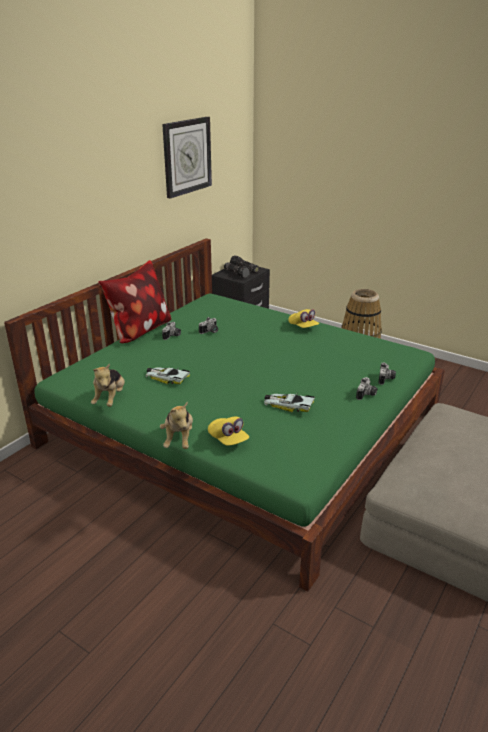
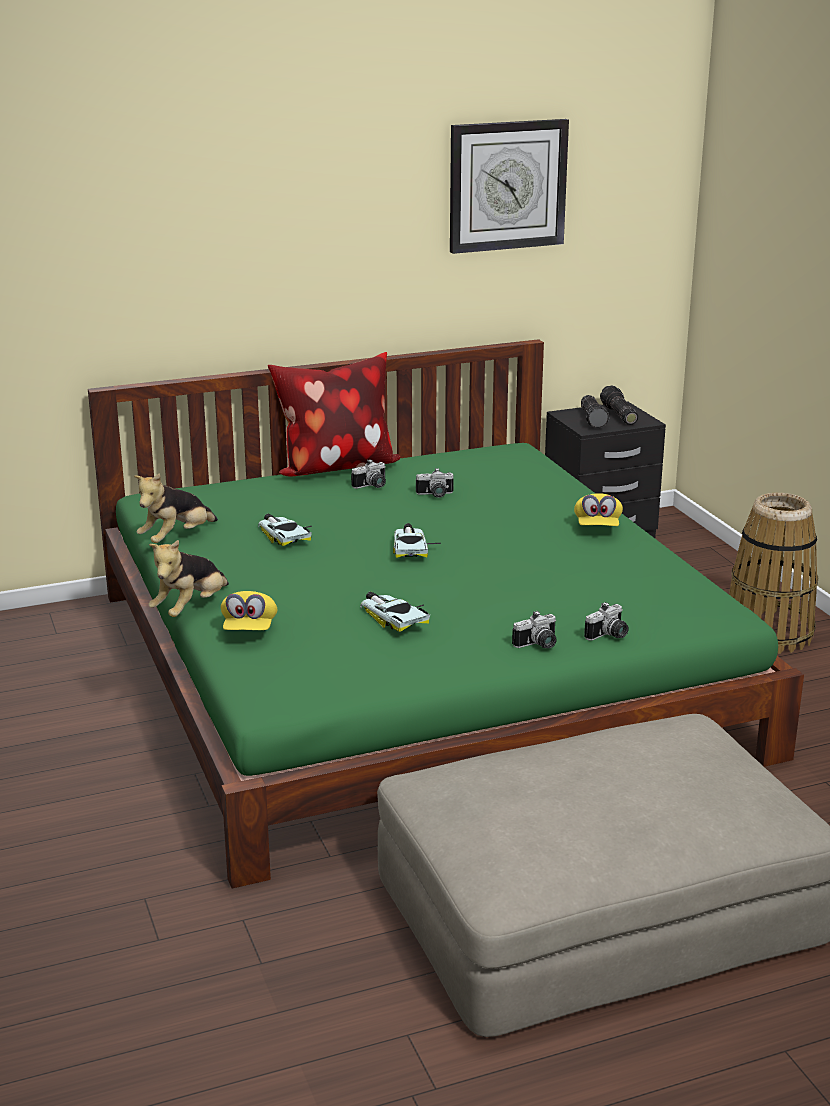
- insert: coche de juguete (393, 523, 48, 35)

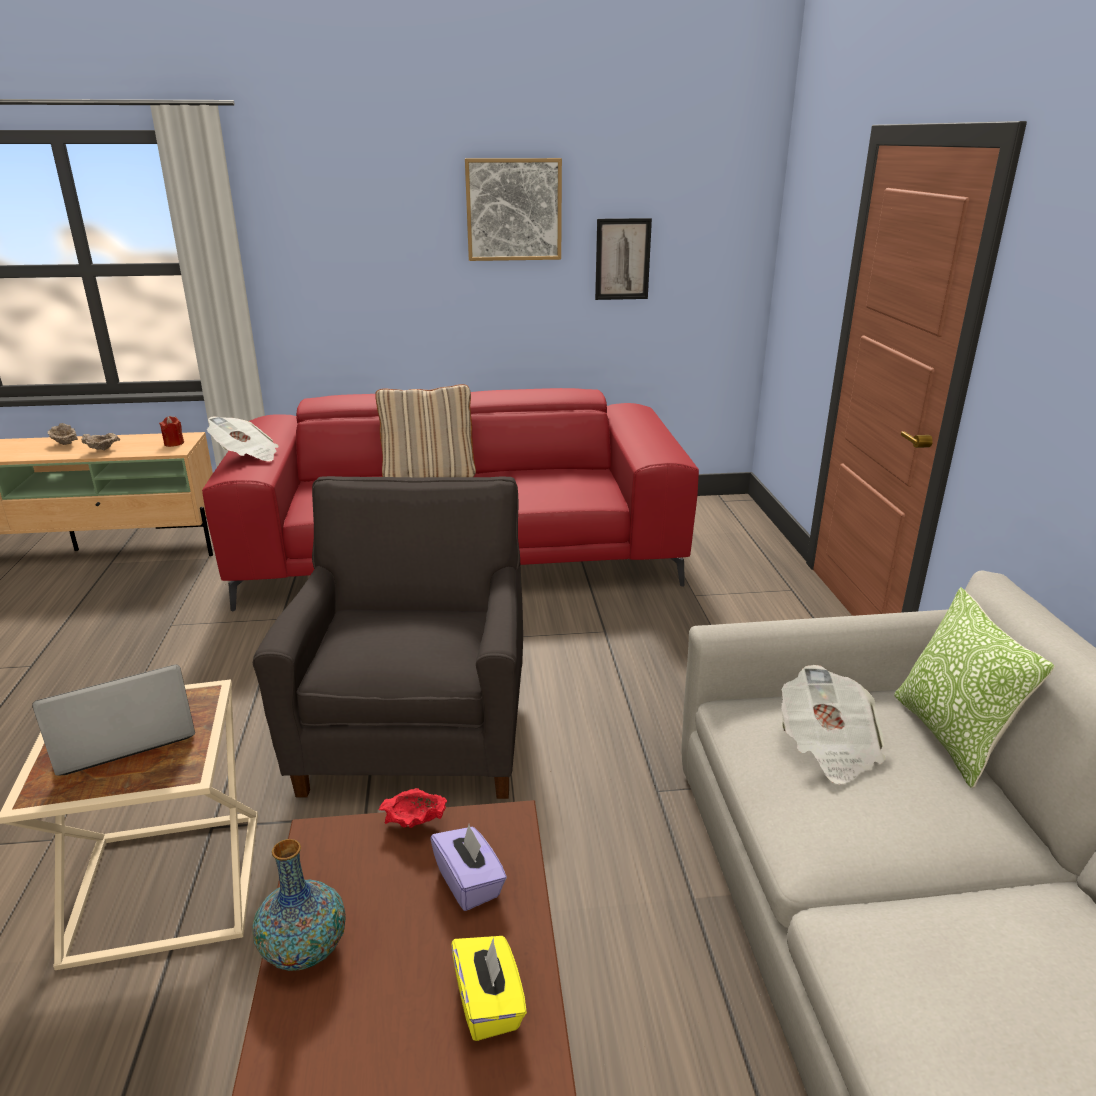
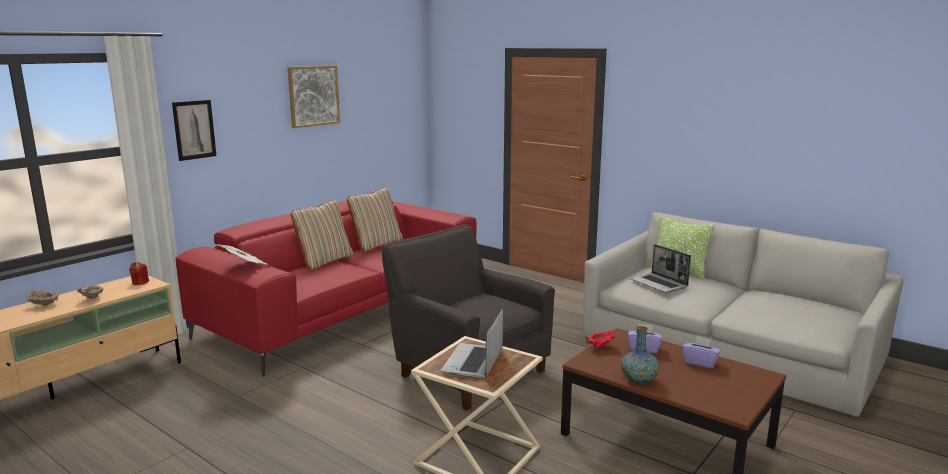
- recolor: caja de pañuelos/amarillo (451, 936, 76, 105) to caja de pañuelos/morado (682, 336, 39, 32)
- move: cuadro (595, 218, 57, 82) to (172, 100, 44, 61)
- replace: periódico (781, 665, 105, 120) to portátil (630, 244, 61, 49)
- insert: cojín/beis (347, 188, 56, 64)

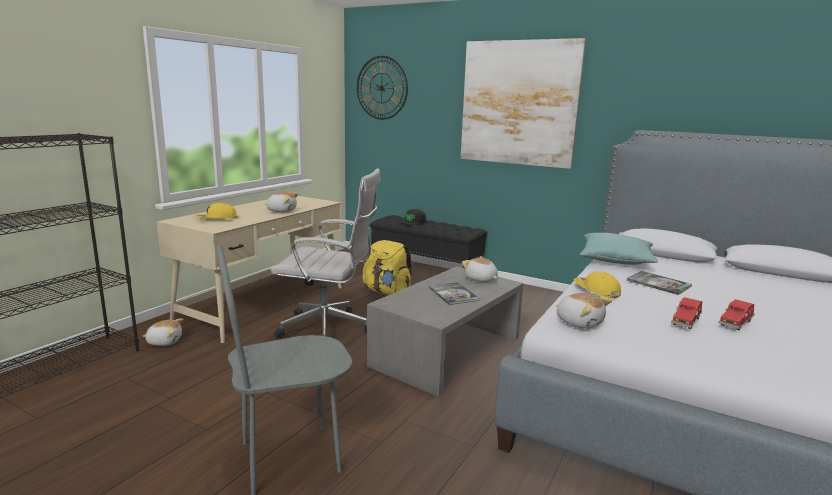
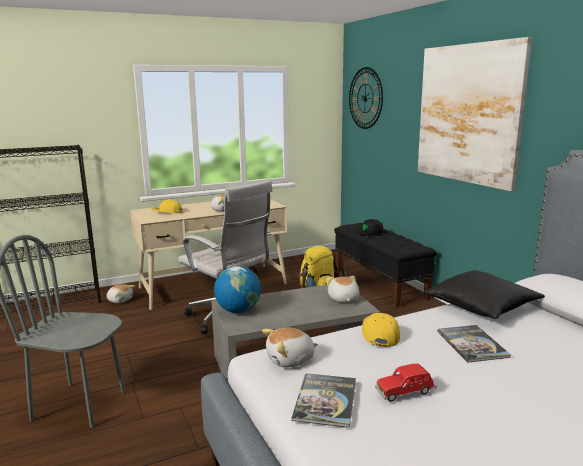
- move: libro (429, 282, 51, 23) to (292, 373, 64, 55)
- rotate: peluche (556, 293, 56, 35) = (262, 328, 56, 40) 75 degrees clockwise
- recolor: cojín/turquesa (580, 233, 78, 32) to cojín/negro (424, 270, 121, 49)
- delete: coche de juguete/rojo (718, 299, 36, 31)
- insert: globo terráqueo (214, 266, 47, 47)

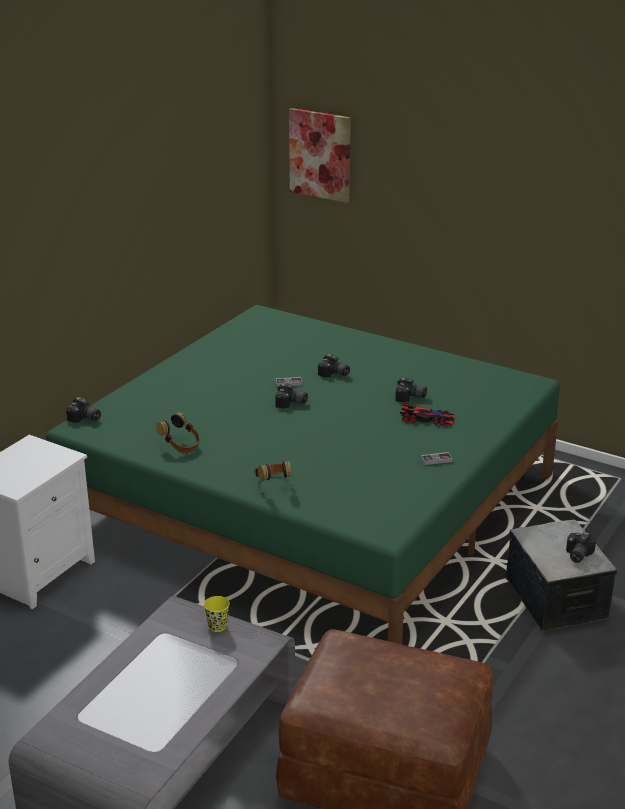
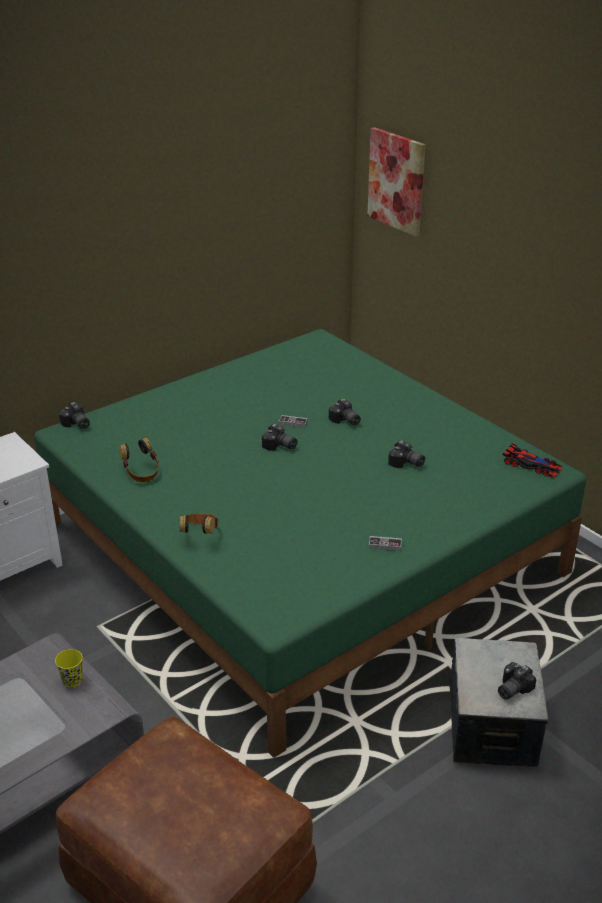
- move: coche de juguete (400, 403, 55, 23) to (503, 444, 59, 34)

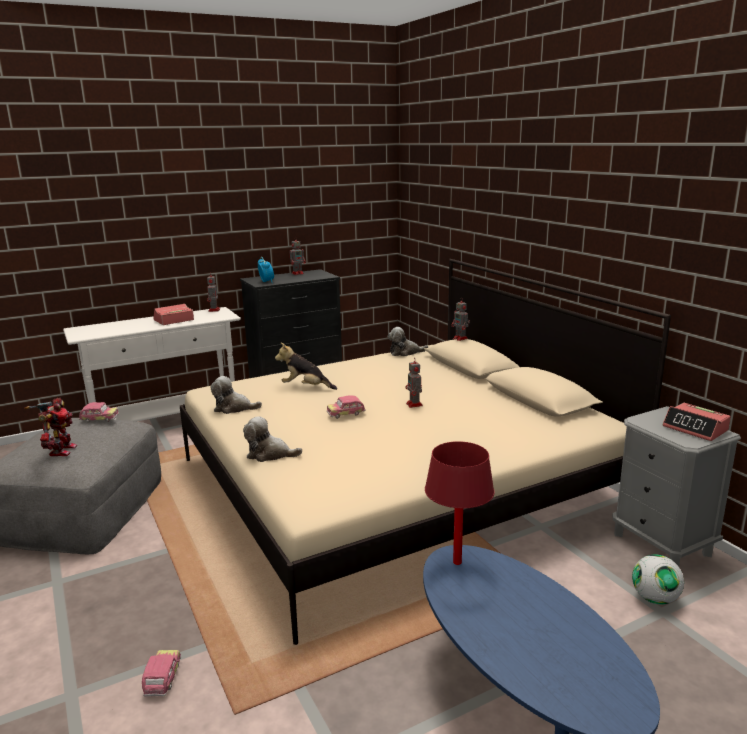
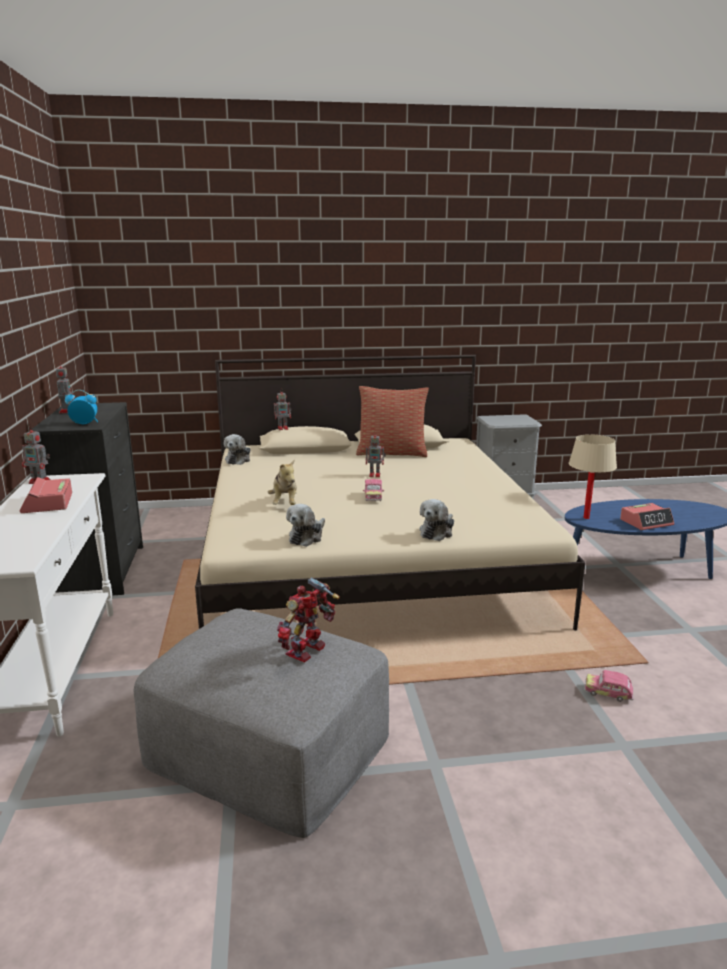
- rotate: robot de juguete (24, 398, 53, 58) = (277, 577, 63, 86) 75 degrees counterclockwise
- delete: coche de juguete (79, 402, 40, 21)
- rotate: peluche (275, 343, 62, 47) = (268, 459, 29, 46) 45 degrees counterclockwise
- recolor: lámpara de mesa/rojo (425, 441, 70, 124) to lámpara de mesa/beis (569, 434, 48, 85)
- delete: balón de fútbol (632, 555, 52, 50)
- move: despertador (663, 403, 68, 38) to (620, 503, 54, 27)
- insert: cojín (356, 386, 73, 71)

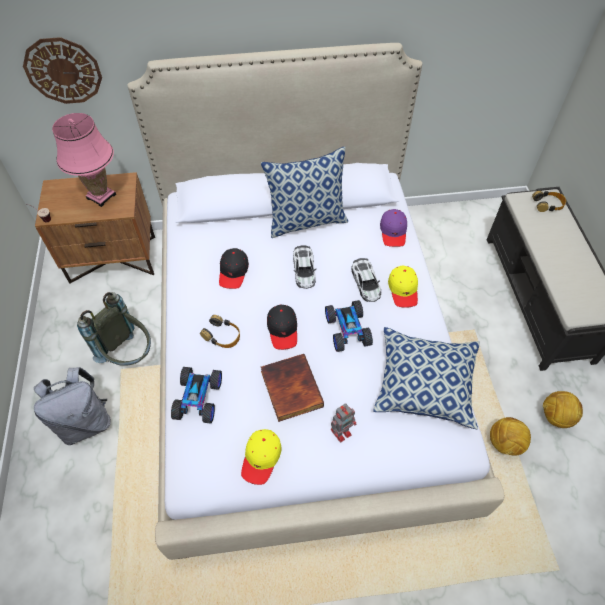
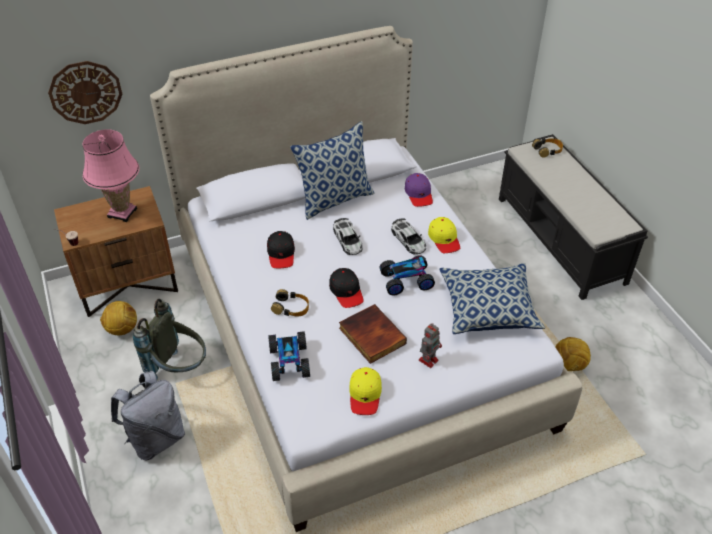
- rotate: coche de juguete (325, 300, 48, 52) = (380, 255, 55, 40) 75 degrees counterclockwise
- move: balón de fútbol (543, 391, 40, 37) to (100, 301, 37, 34)

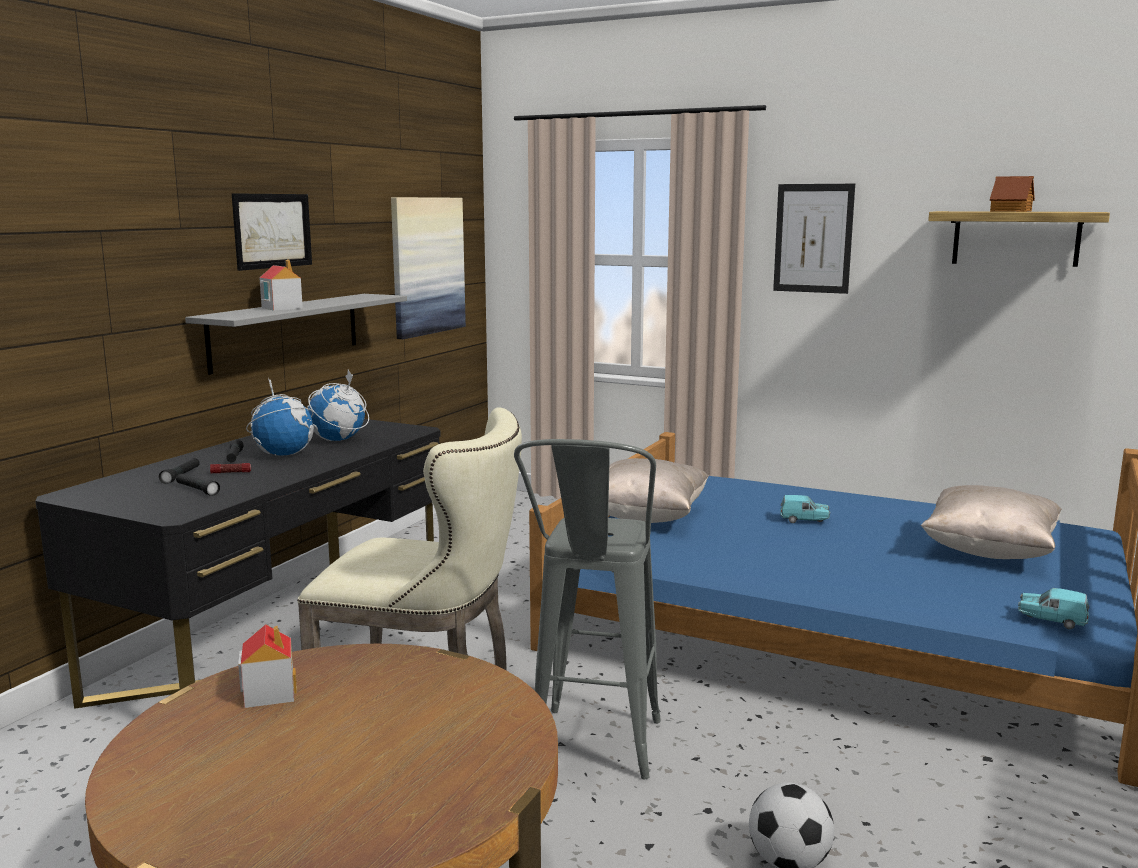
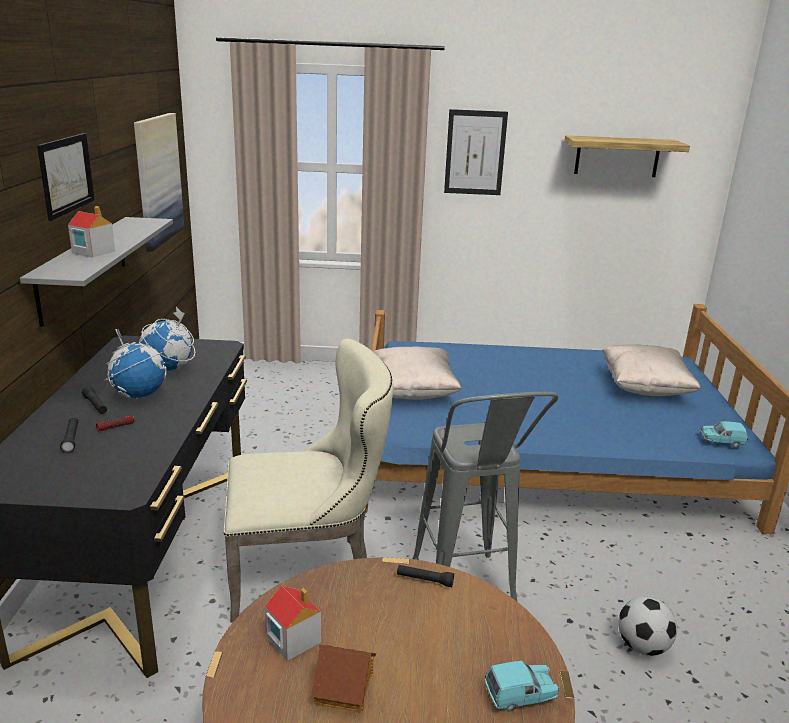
- move: linterna/negro (176, 473, 44, 23) to (397, 565, 57, 22)
- move: coche de juguete/turquesa (780, 495, 50, 28) to (485, 661, 74, 51)
- move: casita (990, 176, 45, 36) to (311, 645, 65, 68)

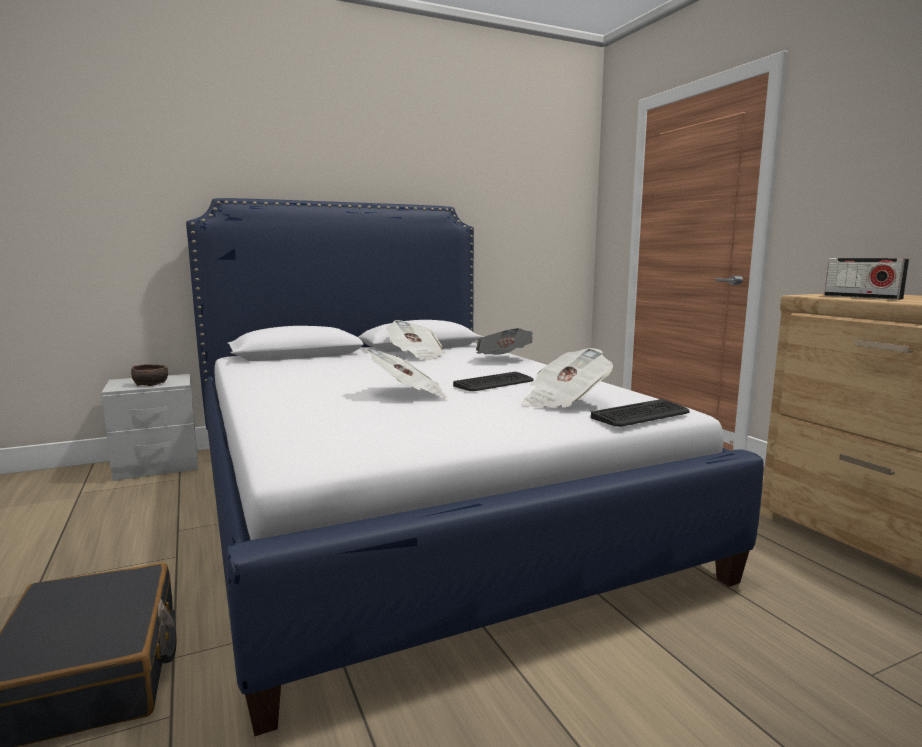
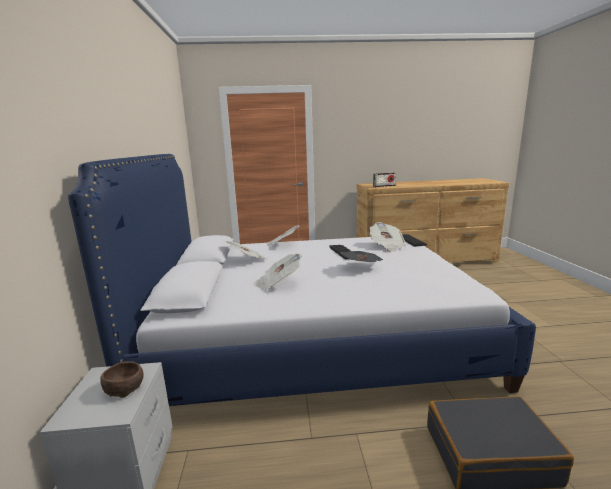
- insert: periódico (253, 254, 49, 36)

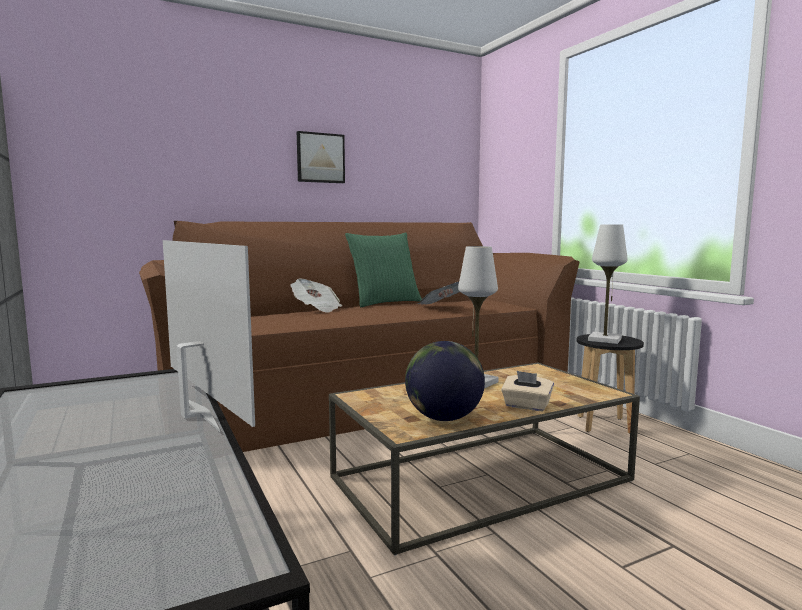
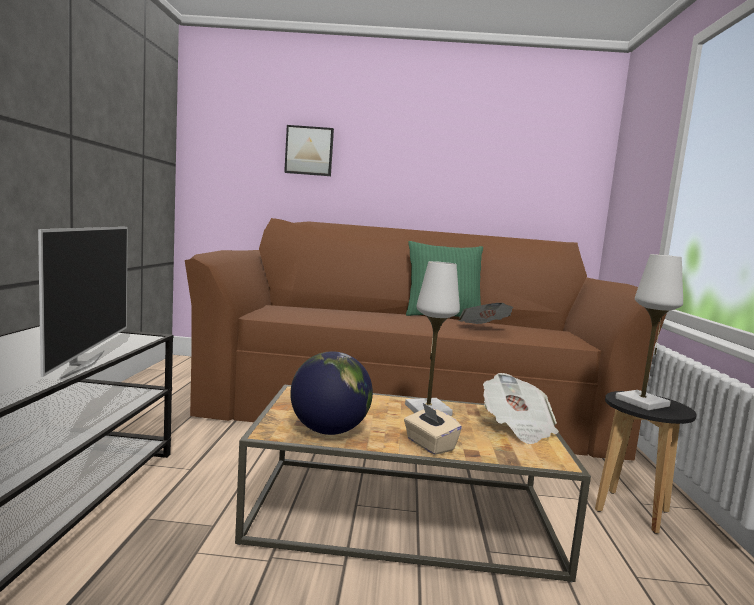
- move: periódico (290, 279, 52, 34) to (483, 373, 76, 71)
- move: cuadro (297, 131, 48, 52) to (284, 125, 50, 51)

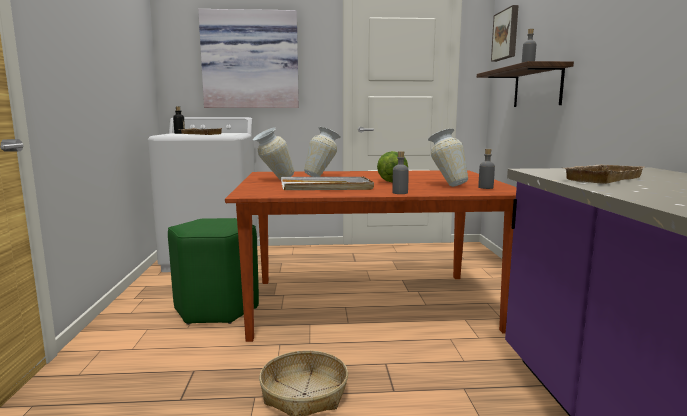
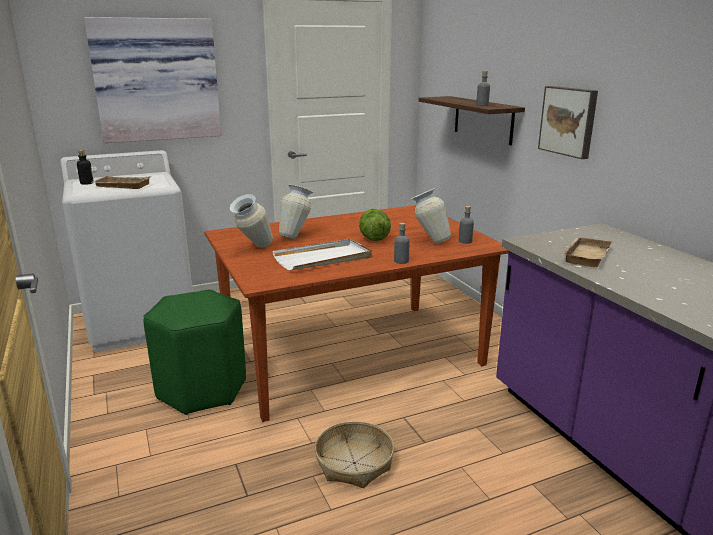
- move: cuadro (491, 5, 28, 57) to (538, 86, 60, 73)

